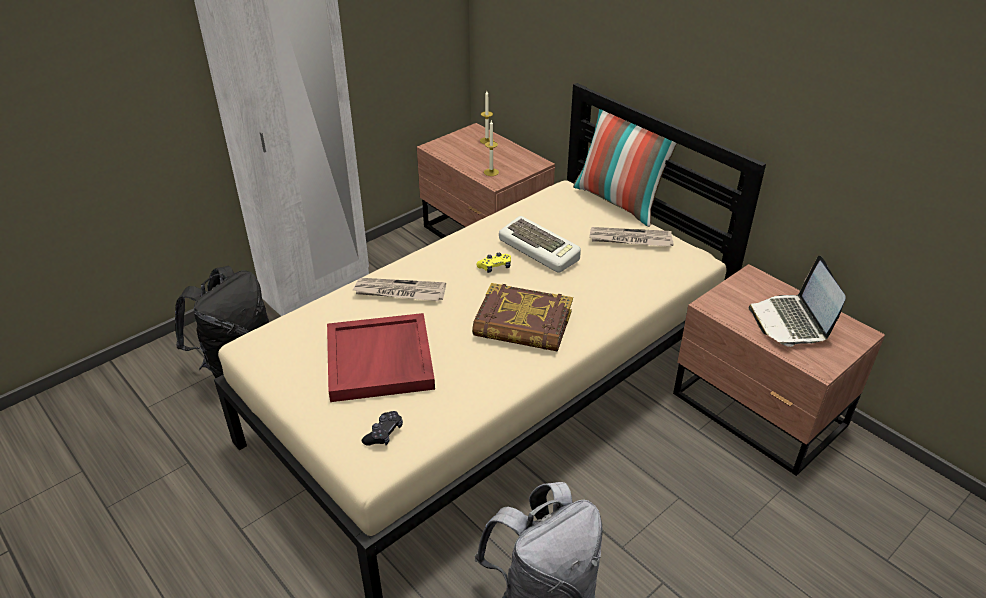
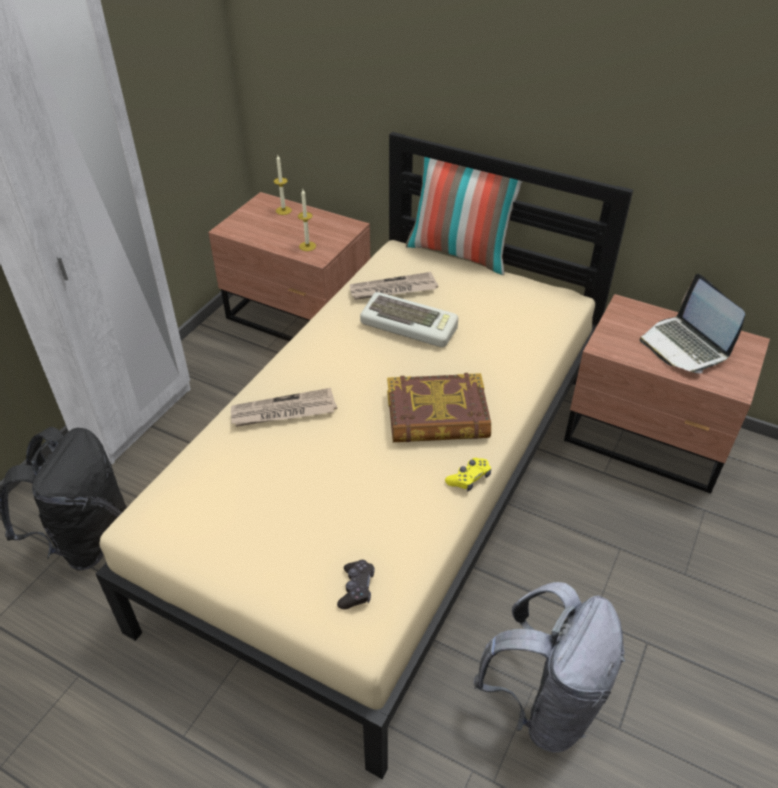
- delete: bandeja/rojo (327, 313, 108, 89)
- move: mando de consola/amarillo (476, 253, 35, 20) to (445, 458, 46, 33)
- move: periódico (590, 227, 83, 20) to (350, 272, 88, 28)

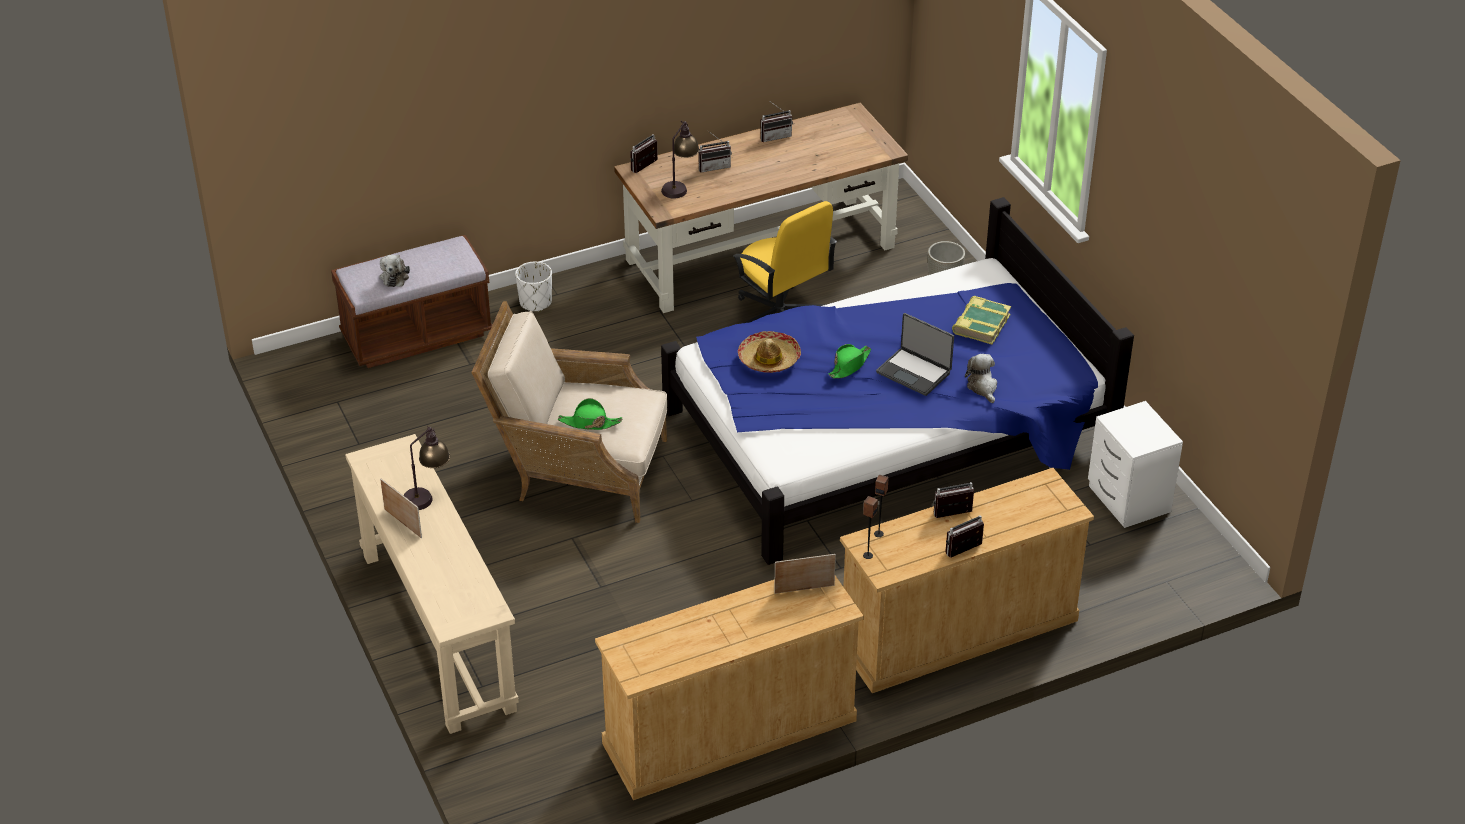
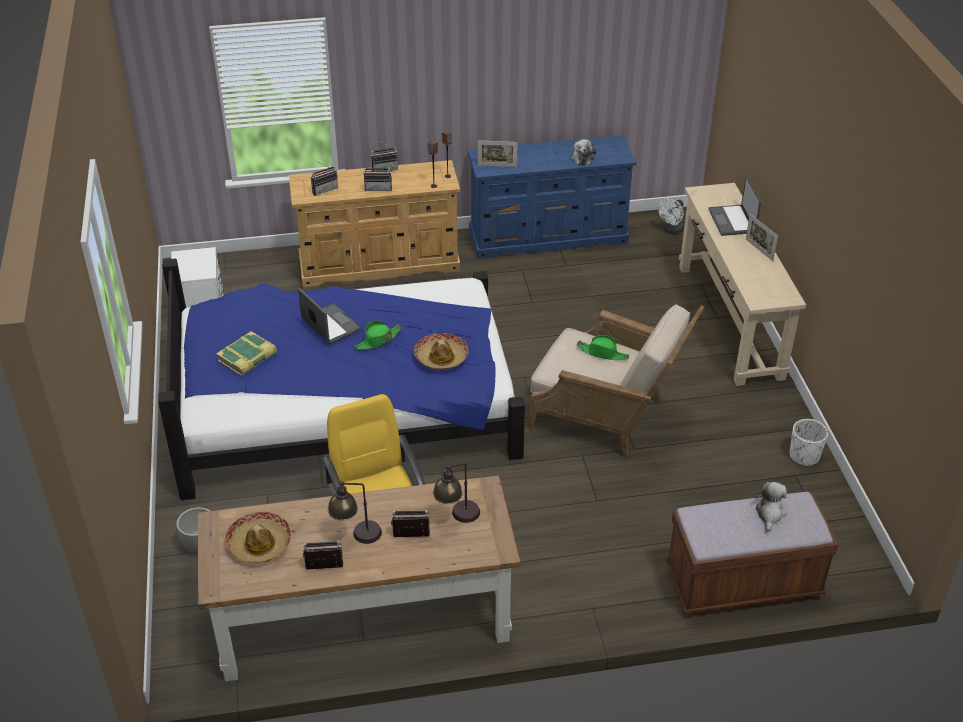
- move: lámpara de mesa (404, 426, 46, 84) to (328, 481, 54, 63)
- move: maceta/blanco (515, 262, 37, 50) to (790, 419, 38, 48)
- recolor: cómoda/beis (595, 576, 269, 224) to cómoda/azul (468, 135, 169, 124)
- move: radio (630, 134, 28, 39) to (311, 160, 27, 36)
- move: peluche (965, 354, 32, 49) to (571, 139, 25, 26)
- insert: sombrero (225, 512, 66, 51)
- insert: ventilador/blanco (658, 198, 26, 37)
- insert: portátil (708, 176, 53, 60)

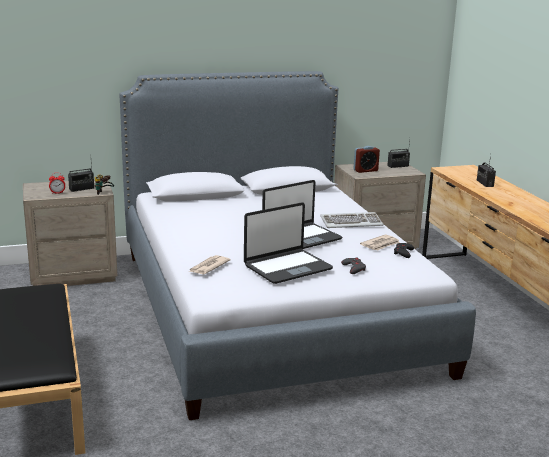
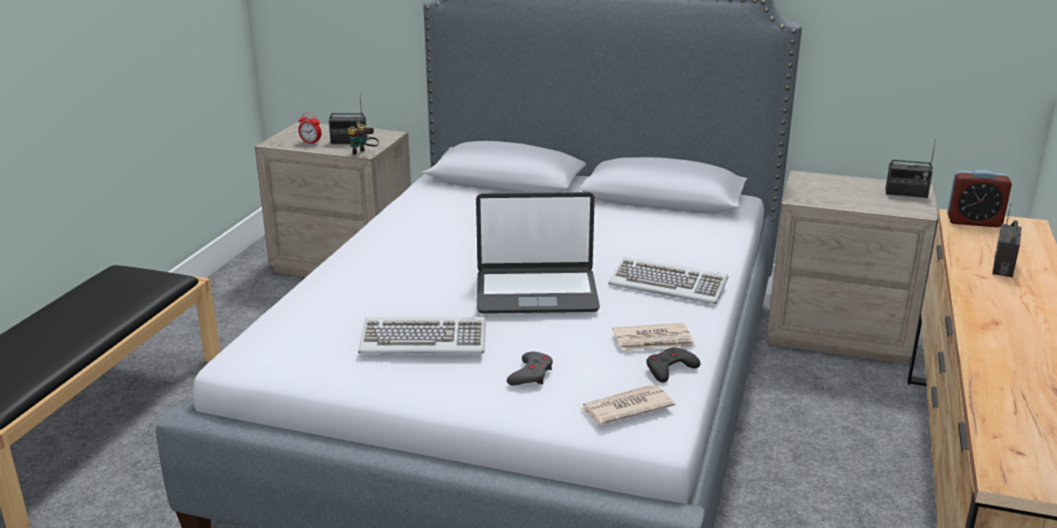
- move: periódico (189, 255, 42, 19) to (580, 385, 96, 40)
- replace: portátil (244, 202, 89, 82) to teclado (358, 316, 128, 38)
- move: despertador (354, 146, 26, 27) to (947, 170, 65, 57)

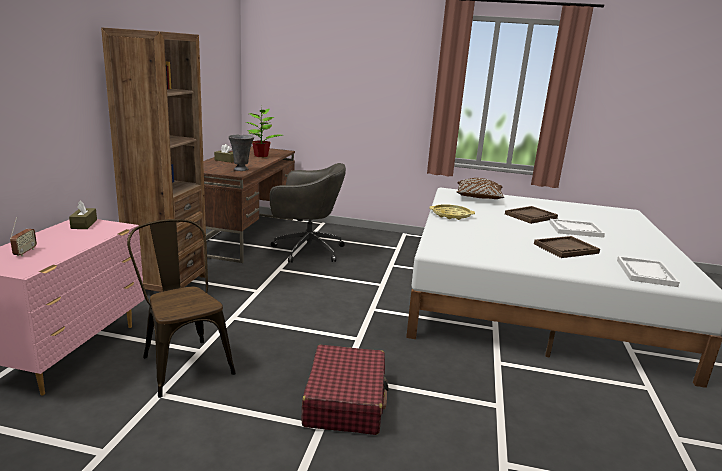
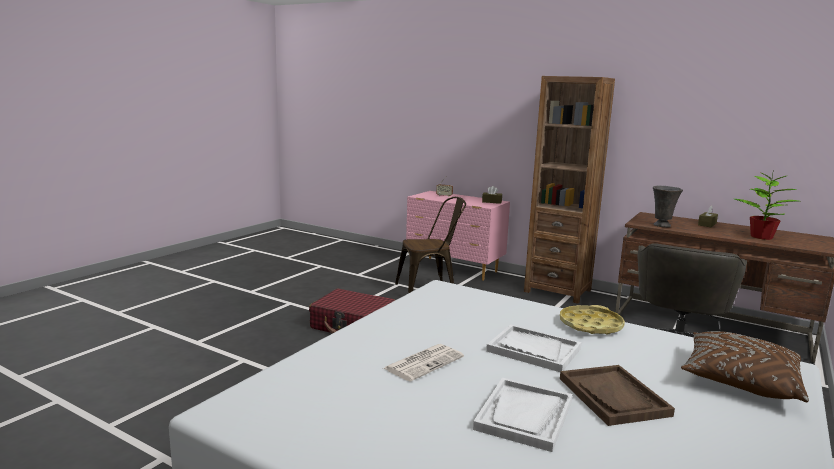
- replace: bandeja/marrón (534, 236, 66, 22) to periódico (384, 344, 80, 38)
- move: bandeja/blanco (617, 256, 63, 31) to (486, 325, 96, 47)

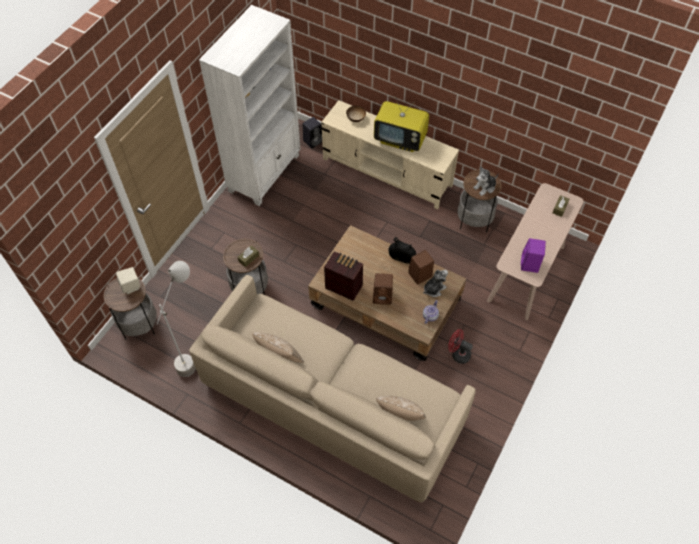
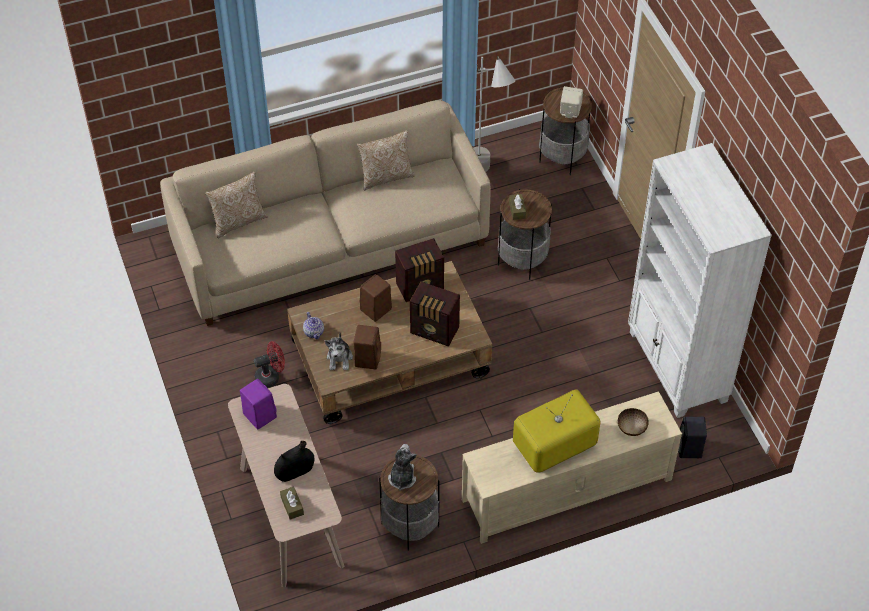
- move: florero/negro (389, 237, 27, 27) to (274, 441, 40, 41)
- insert: radio (410, 282, 50, 65)

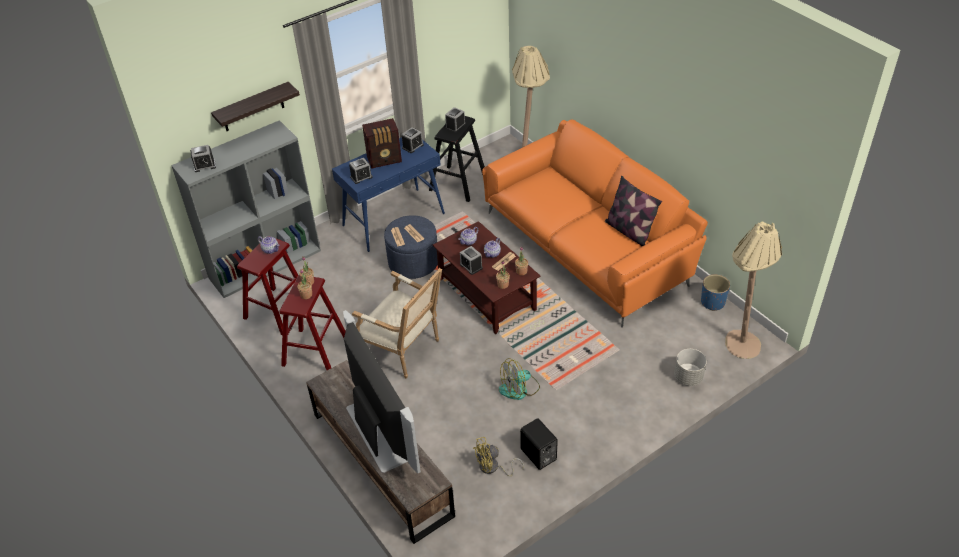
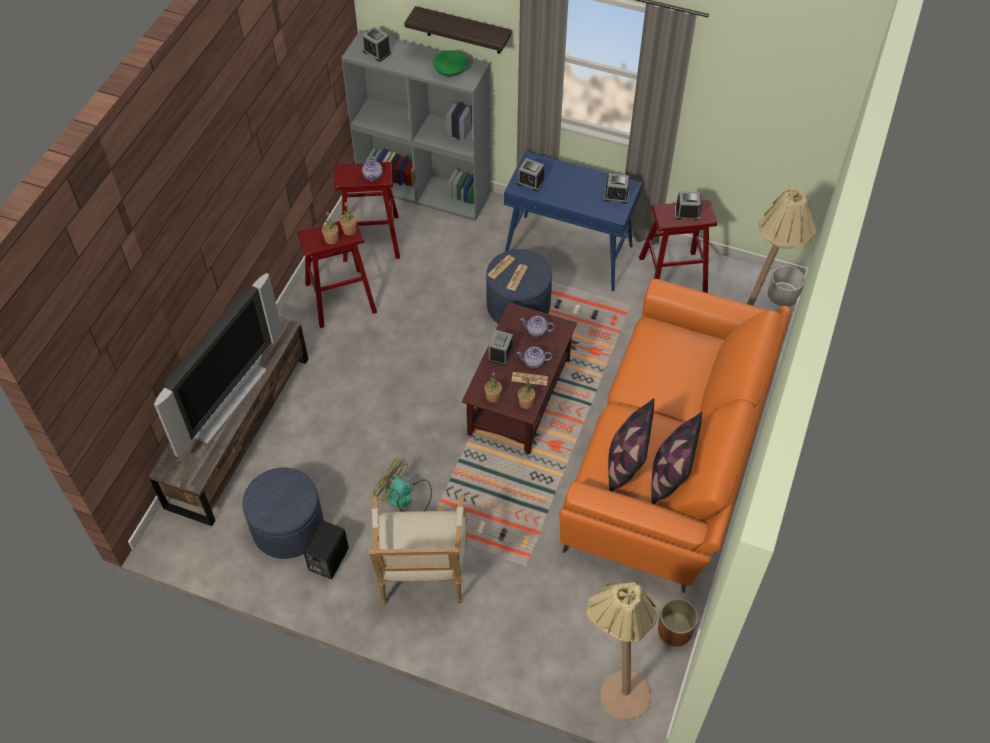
- move: sillón (352, 268, 90, 110) to (369, 495, 98, 110)
- delete: radio (362, 118, 40, 51)
- recolor: taburete/negro (429, 116, 56, 86) to taburete/rojo (639, 200, 78, 93)
- replace: ventilador/amarillo (473, 437, 51, 40) to puf/azul (242, 468, 82, 91)
- move: maceta/gris (674, 349, 33, 37) to (768, 266, 37, 40)
- recolor: maceta/azul (701, 275, 29, 36) to maceta/marrón (658, 598, 40, 49)
- insert: cuenco/verde (433, 50, 35, 27)
- insert: cojín (608, 398, 46, 94)

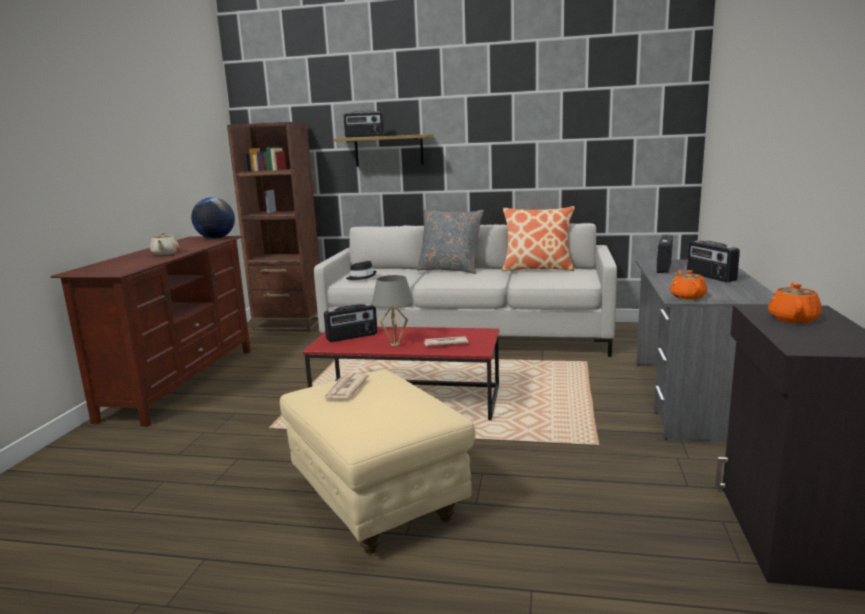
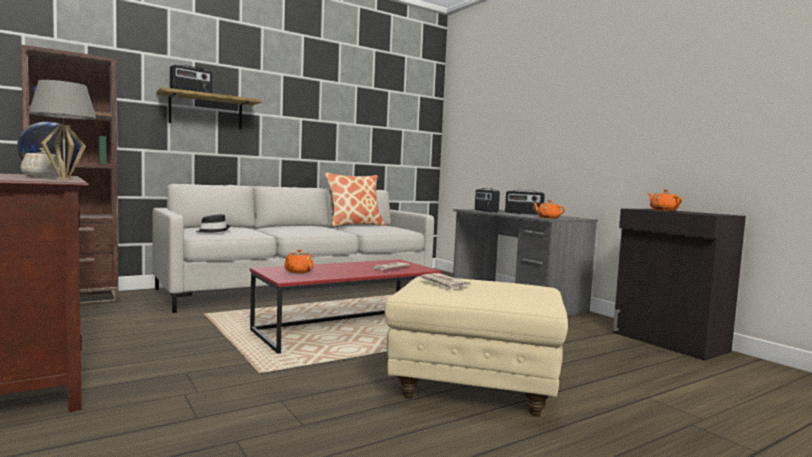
- replace: radio (324, 304, 53, 38) to tetera/naranja (284, 249, 30, 24)
- move: lámpara de mesa/gris (372, 275, 41, 71) to (29, 80, 67, 100)
- delete: cojín/gris (416, 209, 68, 65)

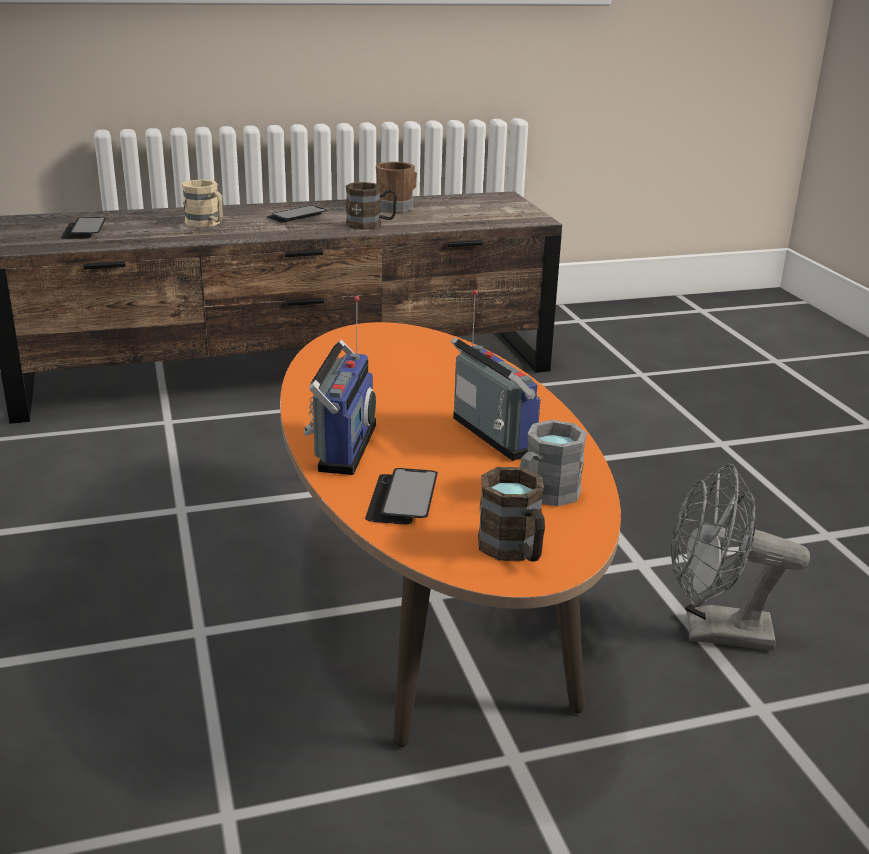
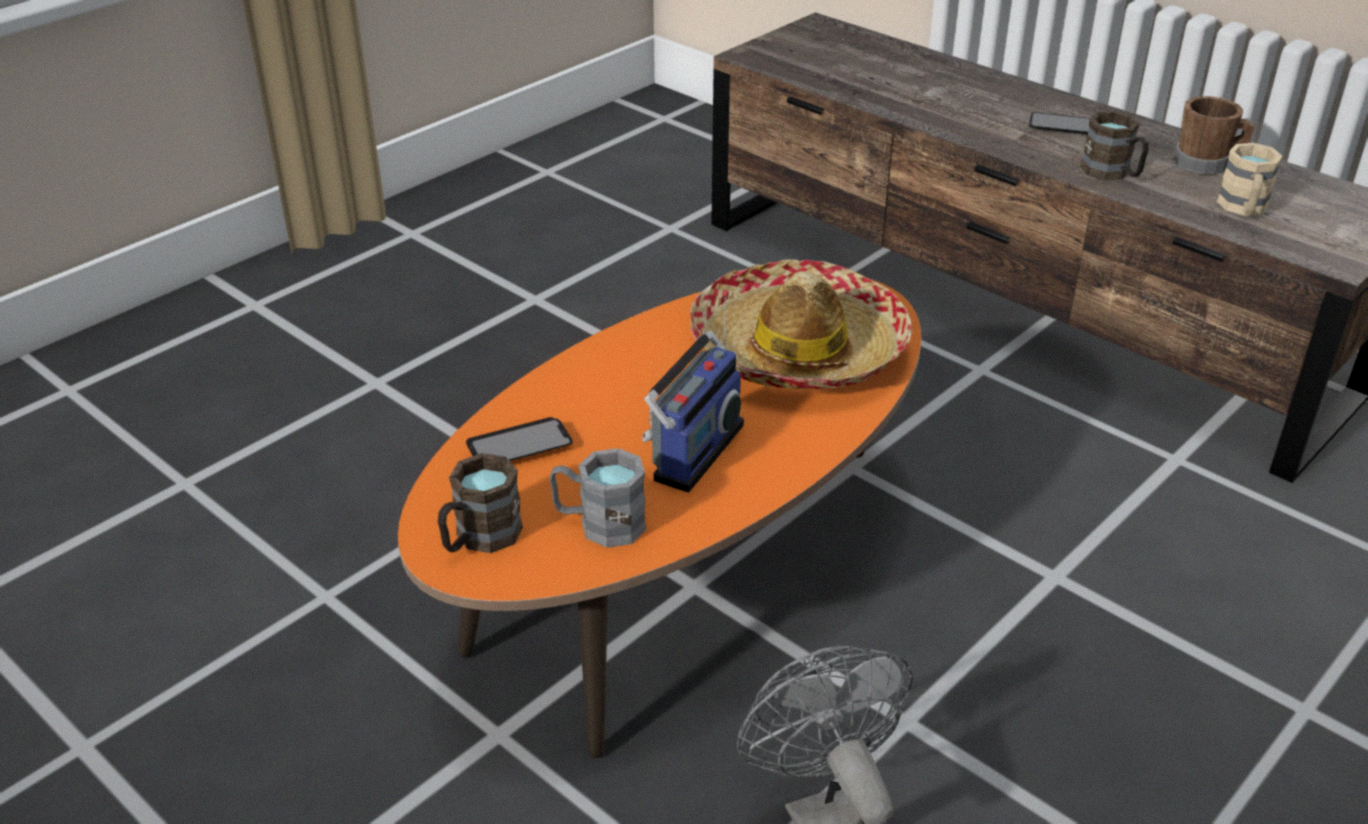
- delete: móvil (61, 217, 45, 22)
- move: taza grande/beis (182, 179, 41, 49) to (1217, 143, 66, 73)
- delete: radio (303, 296, 73, 179)
- insert: sombrero (690, 259, 222, 130)

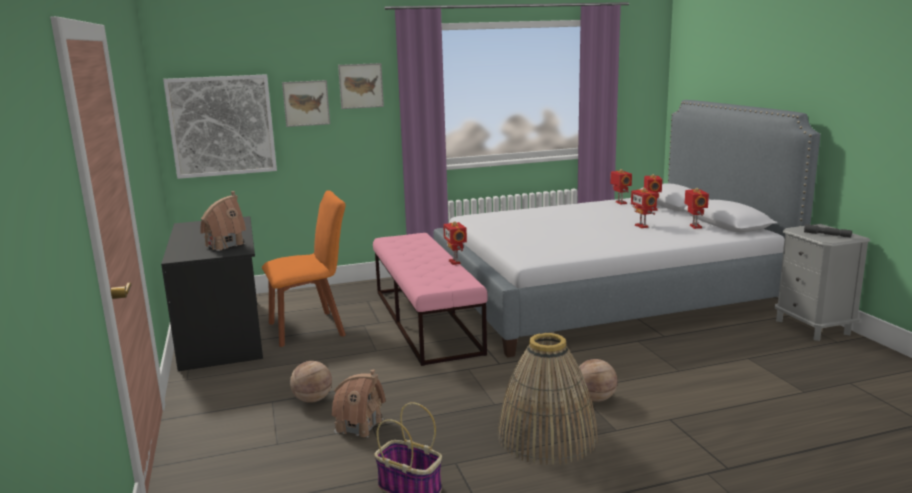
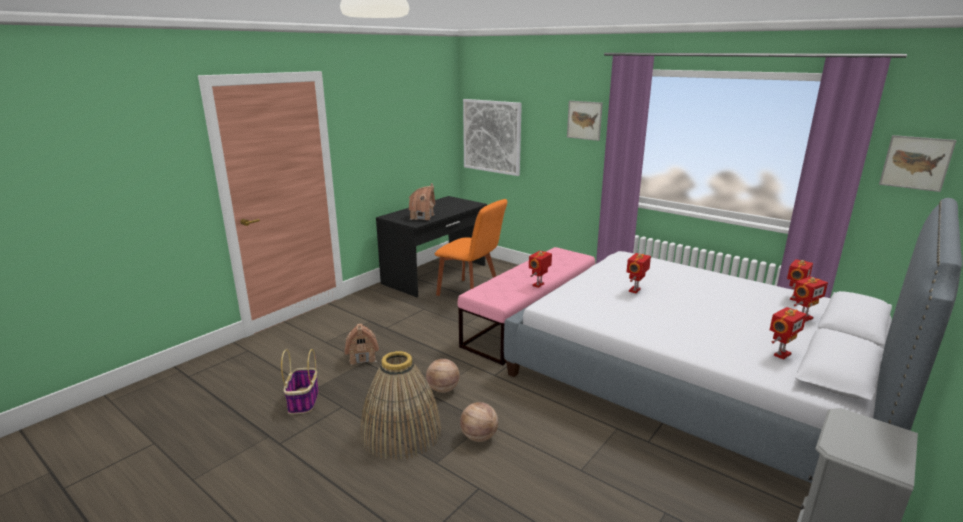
- move: cuadro (282, 80, 48, 47) to (879, 135, 78, 57)
- move: balón de baloncesto (290, 361, 42, 42) to (426, 359, 34, 34)
- move: robot de juguete (631, 188, 26, 40) to (627, 253, 24, 40)
- delete: linterna/gris (804, 224, 48, 14)

